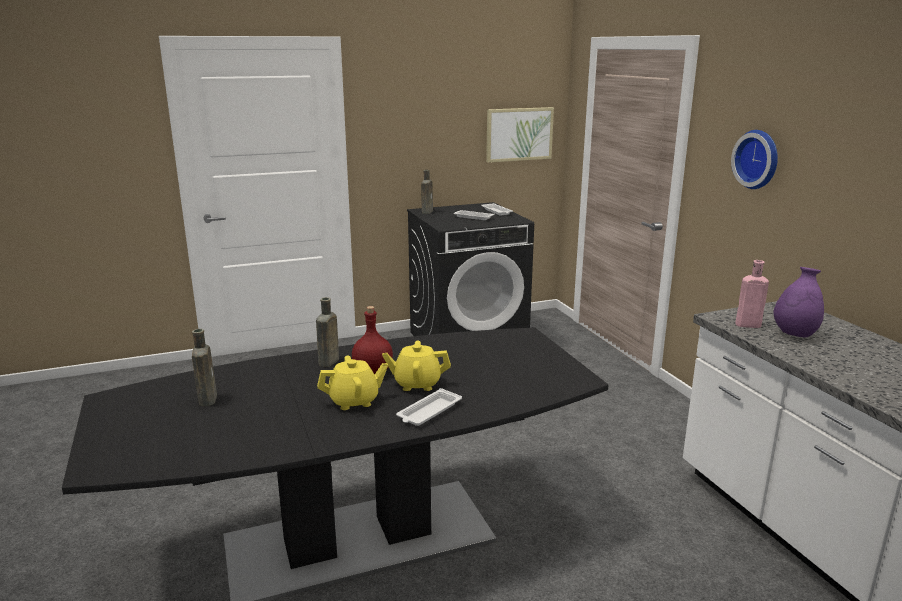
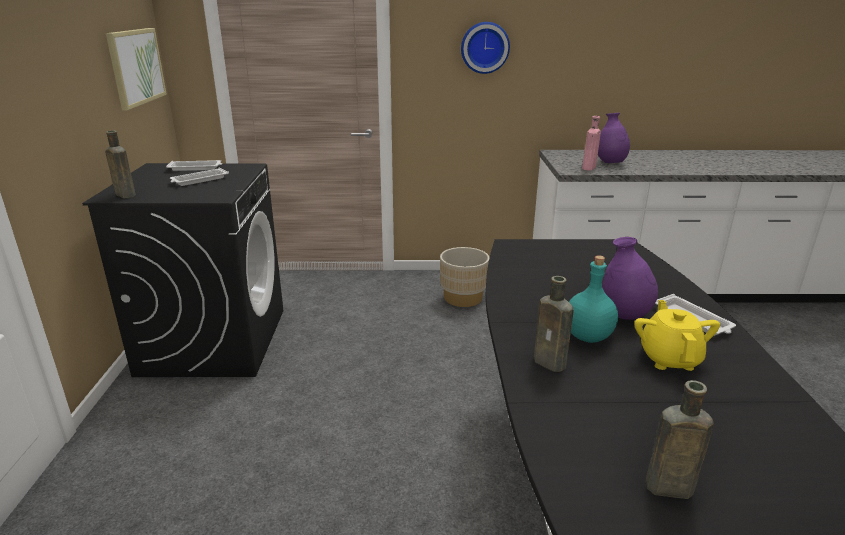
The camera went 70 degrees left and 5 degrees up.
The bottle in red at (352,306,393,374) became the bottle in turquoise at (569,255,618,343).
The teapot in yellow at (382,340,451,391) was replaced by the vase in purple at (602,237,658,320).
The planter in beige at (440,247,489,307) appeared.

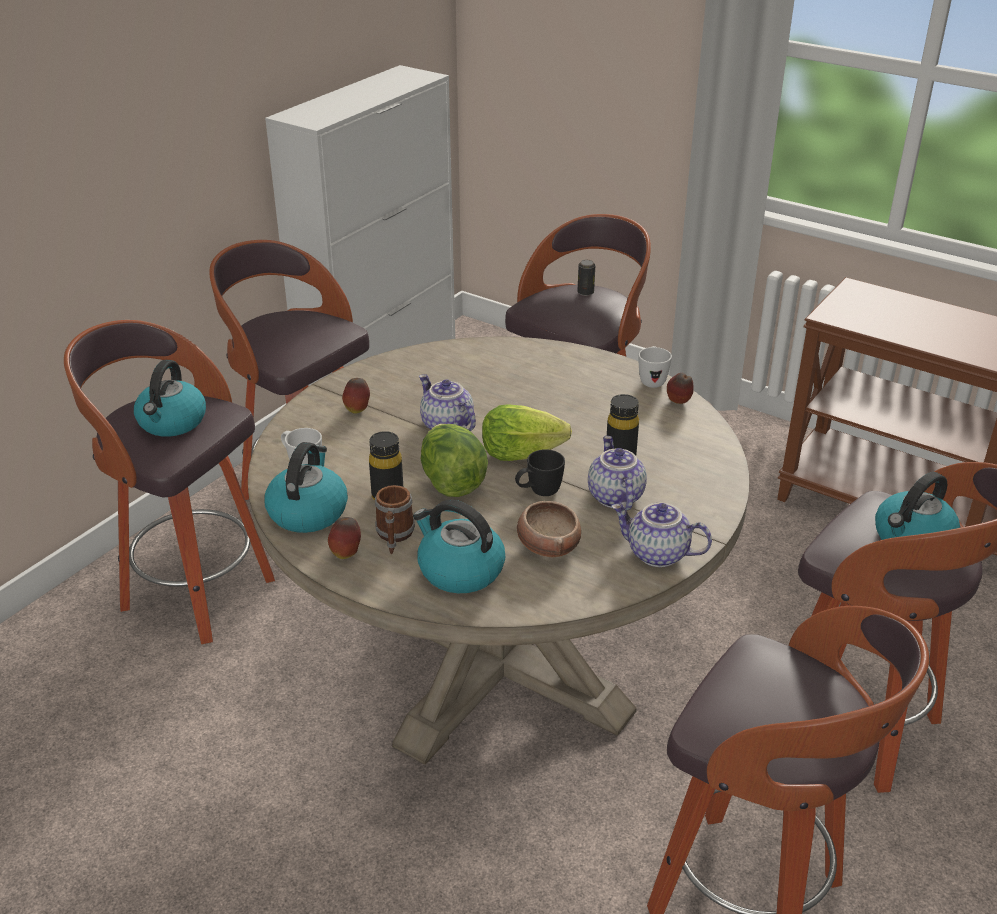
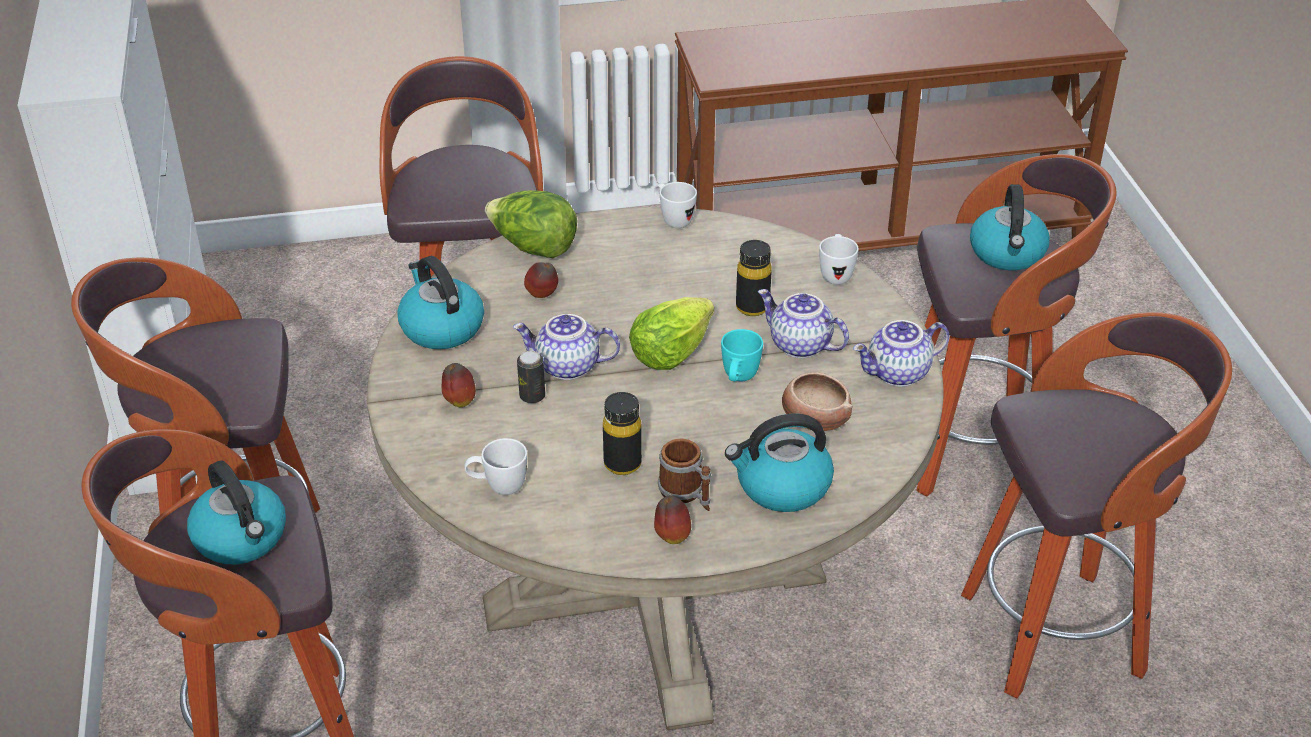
The camera went 45 degrees left and 5 degrees up.
The kettle moved from (264,442,348,533) to (397,256,484,349).
The lettuce moved from (421,424,488,497) to (485,190,577,258).
The mug in black at (515,449,565,496) became the mug in turquoise at (721,329,763,381).
The can moved from (577,260,595,296) to (517,351,545,404).
The apple moved from (667,373,694,404) to (524,262,558,298).
The mug in white at (819,234,859,285) appeared.

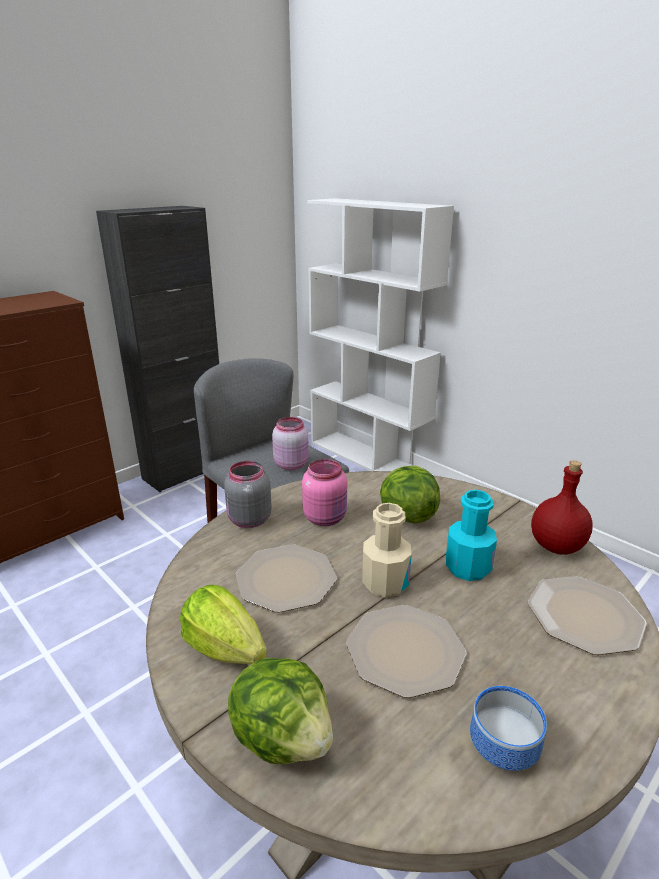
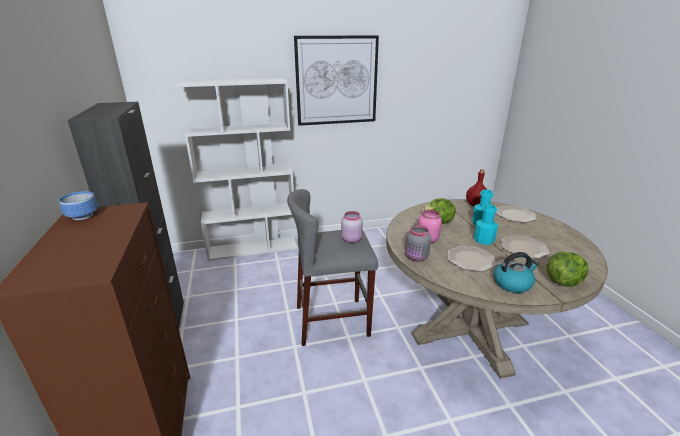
The camera went 60 degrees left and 0 degrees up.
The lettuce at (180,584,267,664) was replaced by the kettle at (493,252,539,293).
The bottle in beige at (362,503,412,598) became the bottle in turquoise at (474,204,498,245).
The bowl moved from (470,686,547,771) to (58,191,98,220).
The picture at (294,35,379,126) appeared.

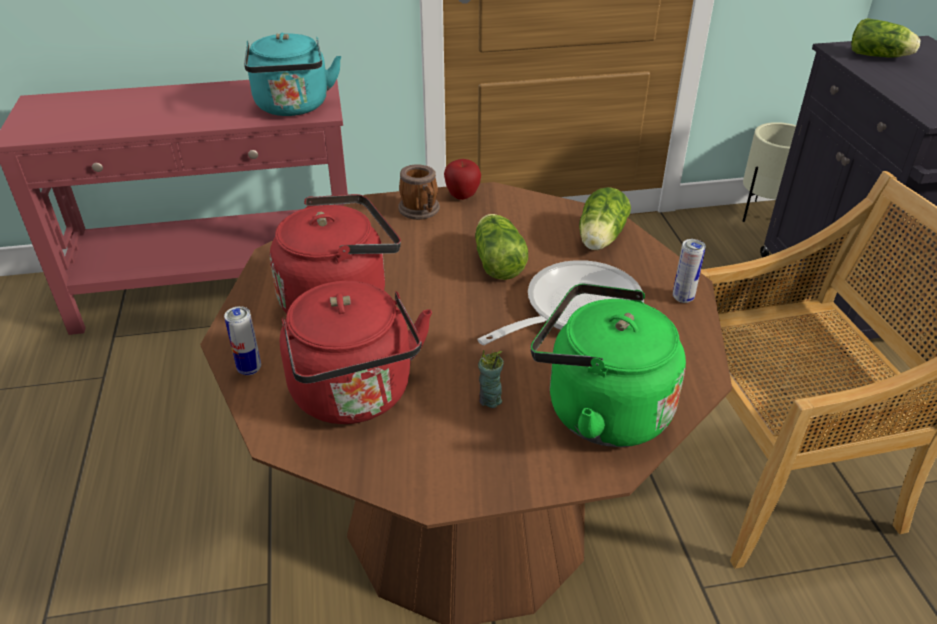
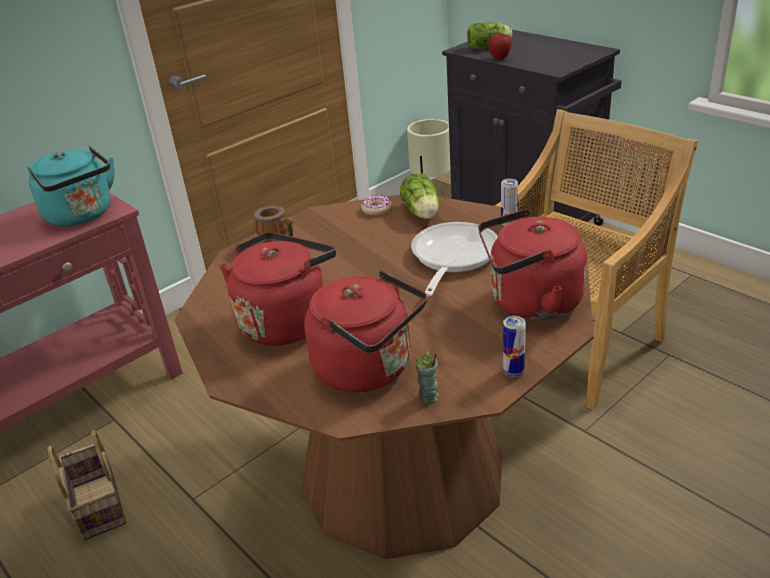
The camera went 30 degrees left and 5 degrees down.
The can moved from (224,306,261,375) to (503,316,526,377).
The apple moved from (444,159,481,200) to (488,34,512,60).
The lettuce at (475,214,528,280) disappeared.
The cup moved from (478,350,504,408) to (416,351,439,404).
The kettle in green at (531,283,686,447) became the kettle in red at (478,209,587,321).
The basket at (47,430,126,540) appeared.
The donut at (361,195,391,215) appeared.

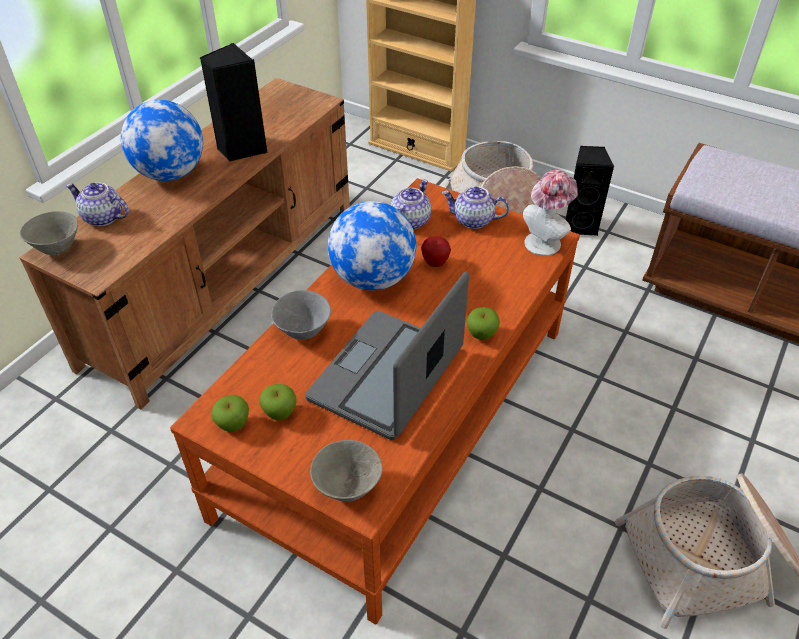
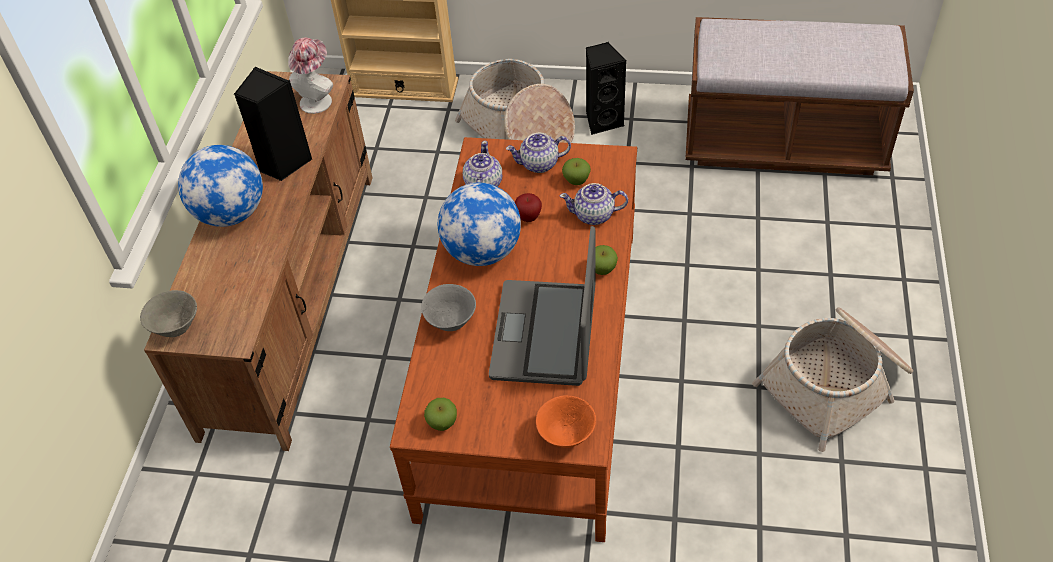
The camera went 20 degrees left and 5 degrees up.
The teapot moved from (66,182,129,226) to (560,183,628,225).
The apple moved from (259,384,297,420) to (562,158,591,185).
The bowl in grey at (310,440,383,502) became the bowl in orange at (536,396,596,448).
The hat moved from (523,170,578,256) to (288,37,333,114).

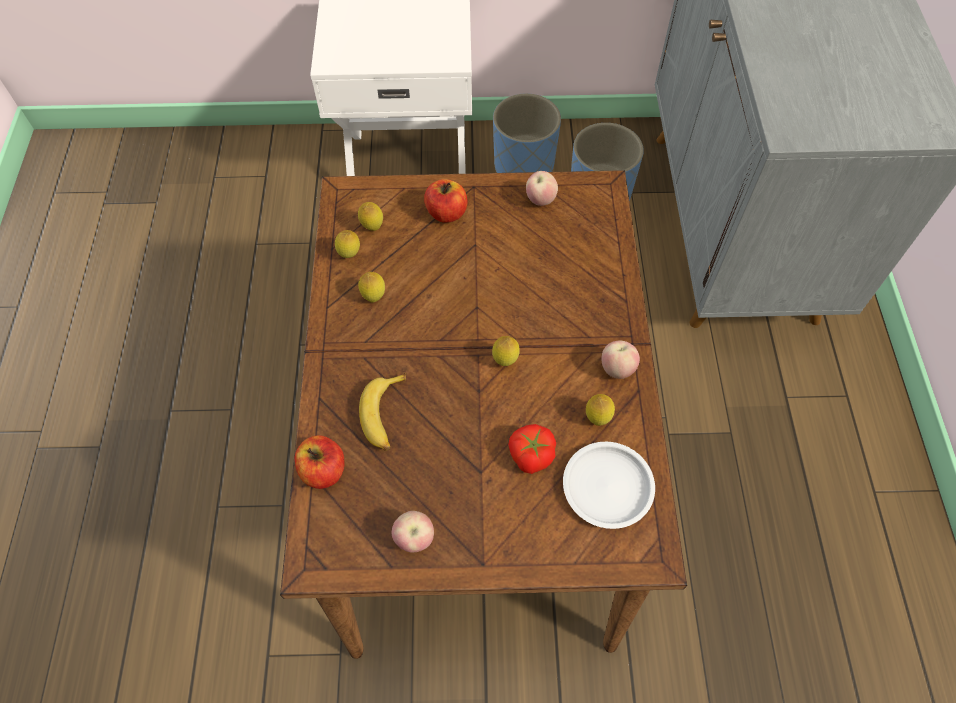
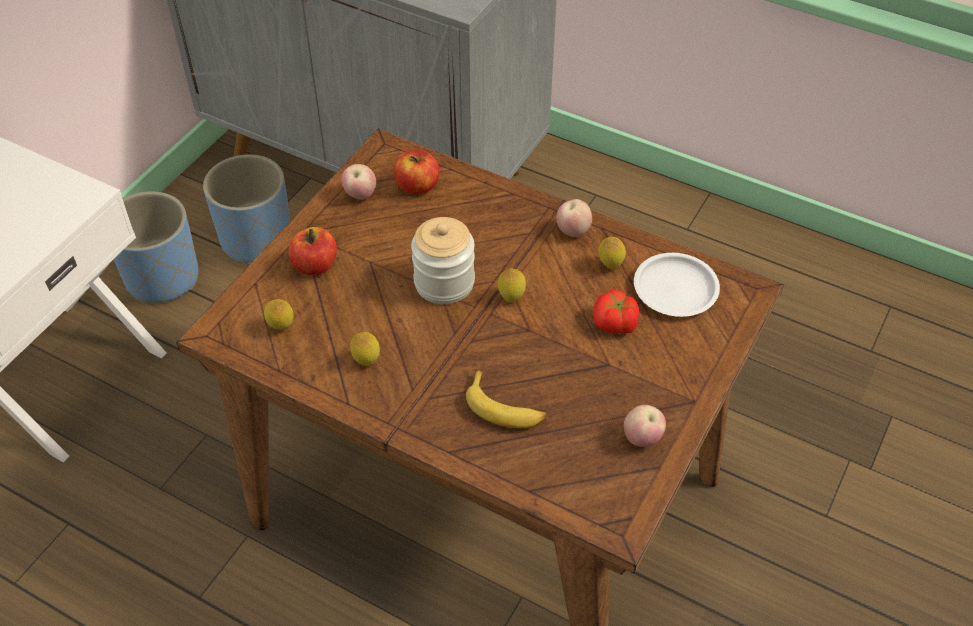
The camera went 60 degrees left and 10 degrees down.
The apple moved from (295,435,345,489) to (394,150,440,194).
The lemon at (335,230,360,258) disappeared.
The jar at (411,217,475,304) appeared.

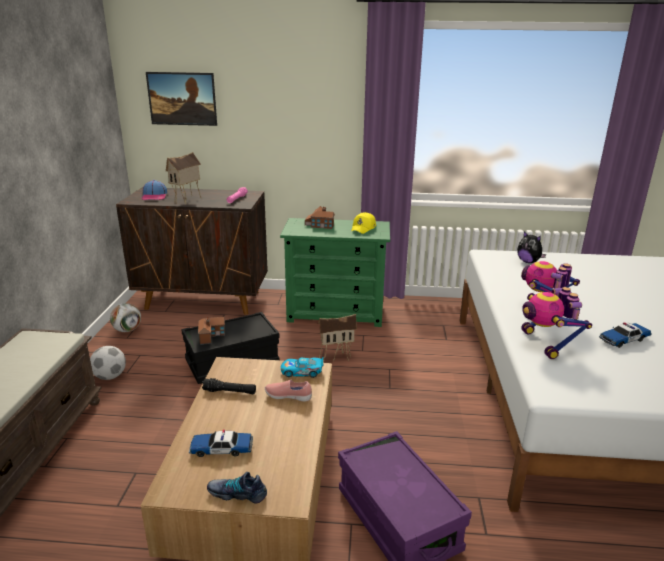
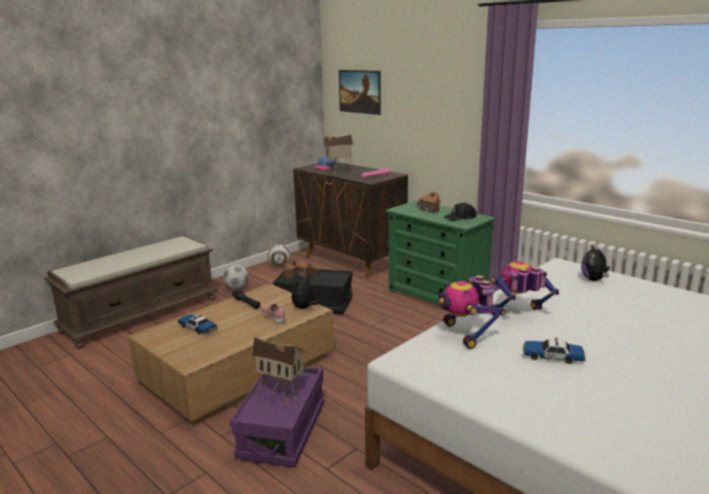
The camera went 40 degrees right and 5 degrees down.
The shoe at (207,472,267,504) disappeared.
The toy car at (281,357,324,378) was replaced by the plush toy at (291,276,320,309).
The toy house moved from (318,314,357,363) to (252,336,304,405).
The cap in yellow at (351,212,376,234) became the cap in black at (444,202,476,221).
The toy robot at (521,287,592,359) turned 45 degrees counterclockwise.

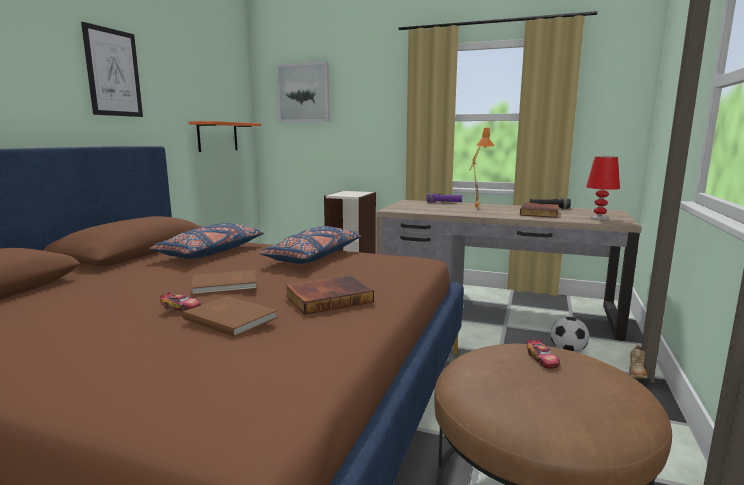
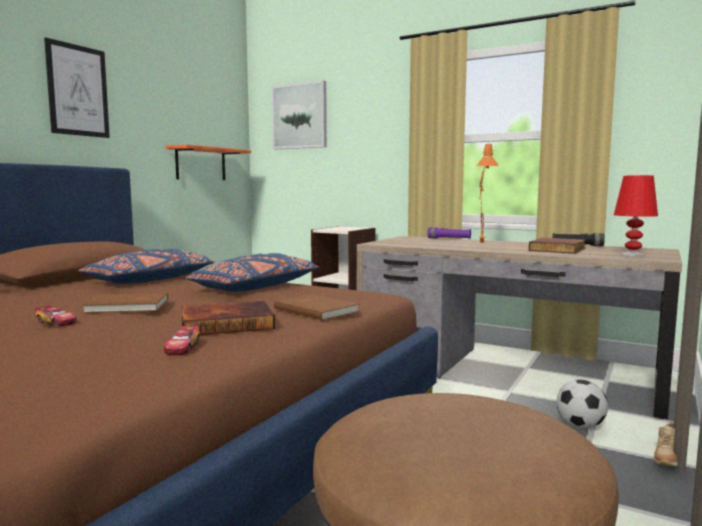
The camera went 10 degrees right and 5 degrees down.
The book in brown moved from (182,296,278,337) to (274,294,360,320).
The toy car moved from (527,339,560,369) to (164,326,200,355).

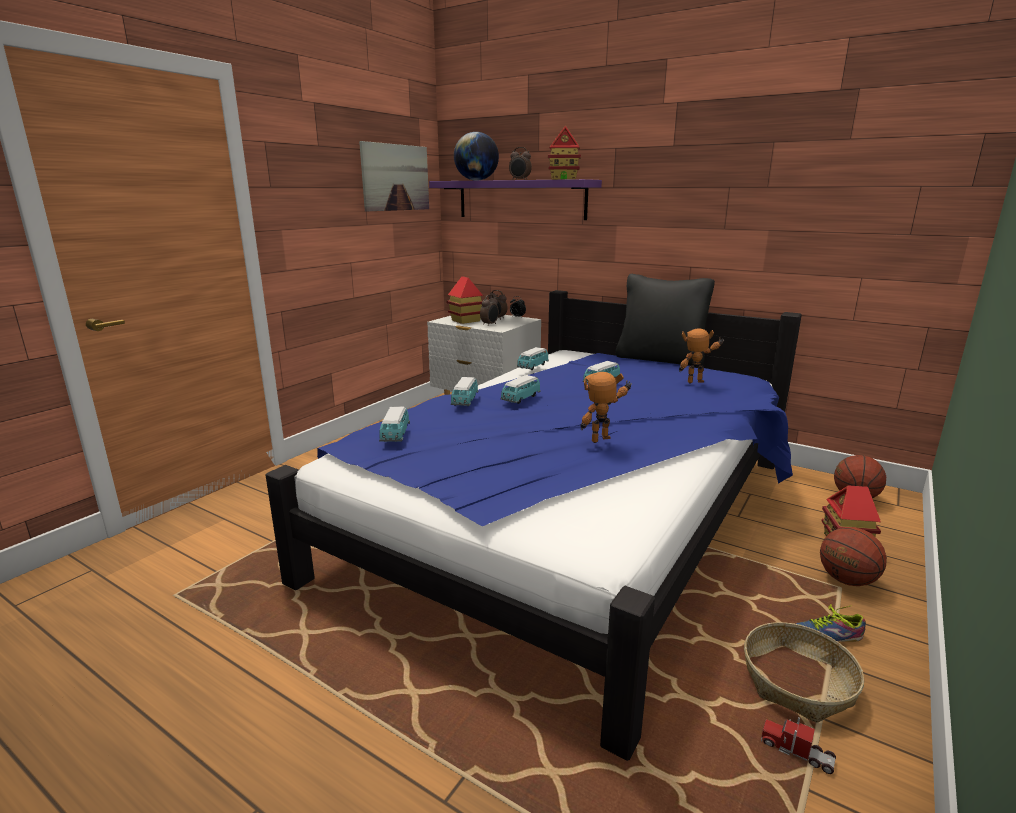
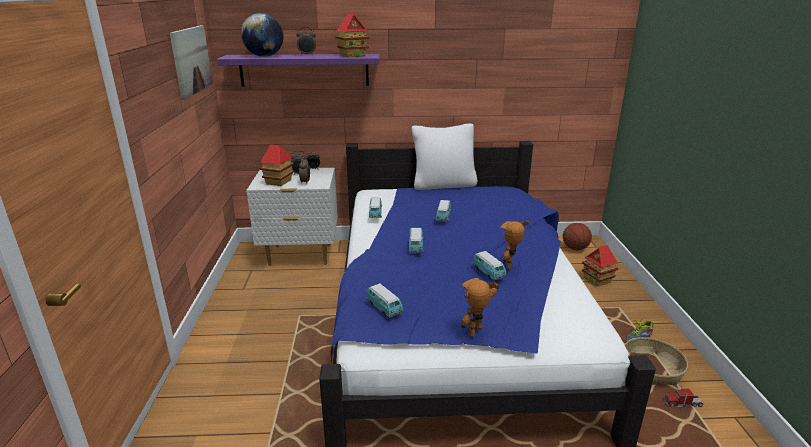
The camera went 35 degrees left and 5 degrees up.
The toy car moved from (451,377,479,406) to (473,251,507,281).
The pillow in black at (615,274,715,366) became the pillow in white at (412,124,477,190).
The toy robot moved from (679,329,724,383) to (461,278,499,336).
The basketball at (820,527,887,586) disappeared.

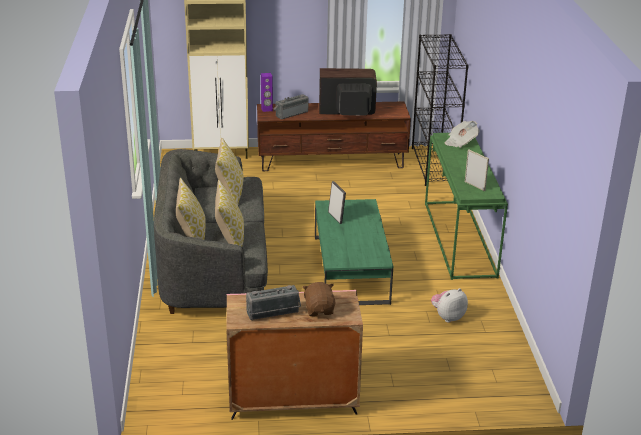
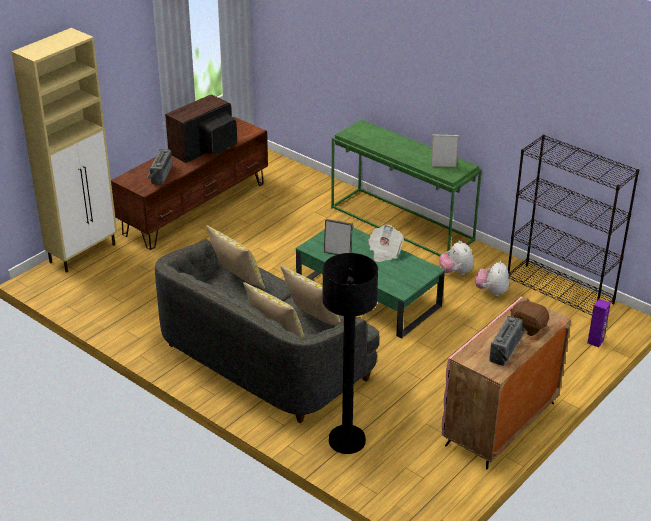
The camera went 45 degrees left and 5 degrees up.
The speaker in purple moved from (261,73,273,112) to (587,299,611,347).
The bookcase in black moved from (412,34,469,186) to (508,135,639,315).
The newspaper moved from (445,121,480,148) to (368,225,404,262).
The floor lamp in black at (322,253,378,454) appeared.
The plush toy at (439,241,474,275) appeared.

